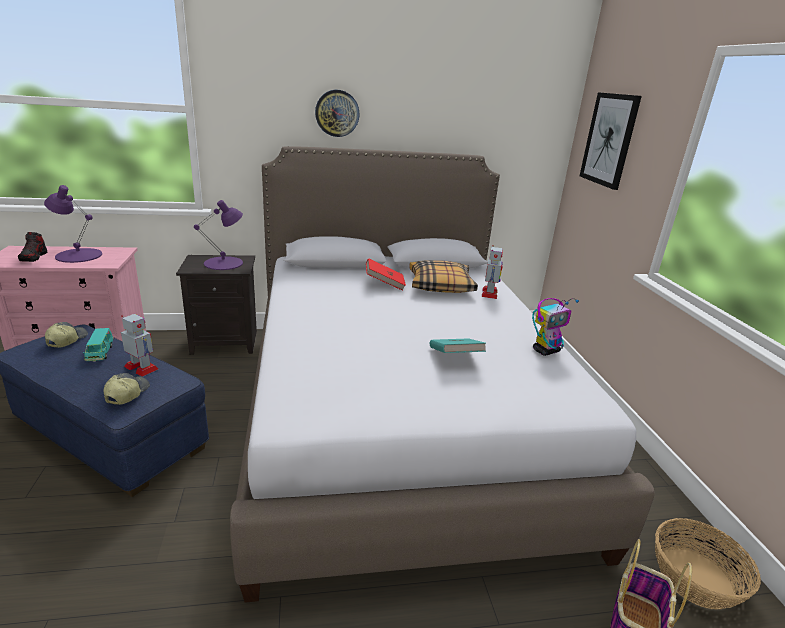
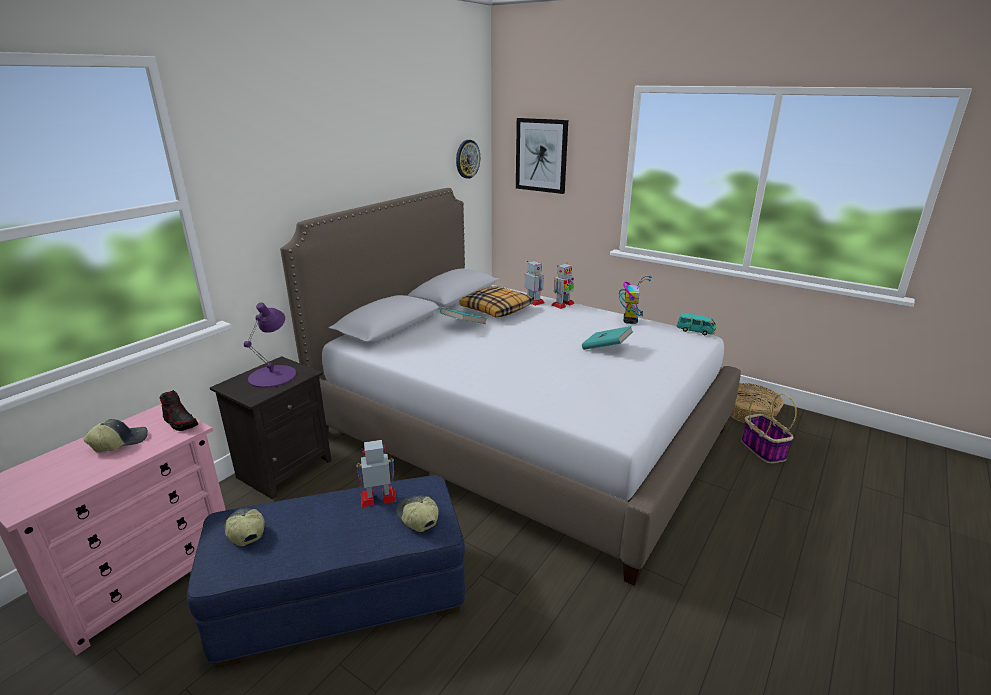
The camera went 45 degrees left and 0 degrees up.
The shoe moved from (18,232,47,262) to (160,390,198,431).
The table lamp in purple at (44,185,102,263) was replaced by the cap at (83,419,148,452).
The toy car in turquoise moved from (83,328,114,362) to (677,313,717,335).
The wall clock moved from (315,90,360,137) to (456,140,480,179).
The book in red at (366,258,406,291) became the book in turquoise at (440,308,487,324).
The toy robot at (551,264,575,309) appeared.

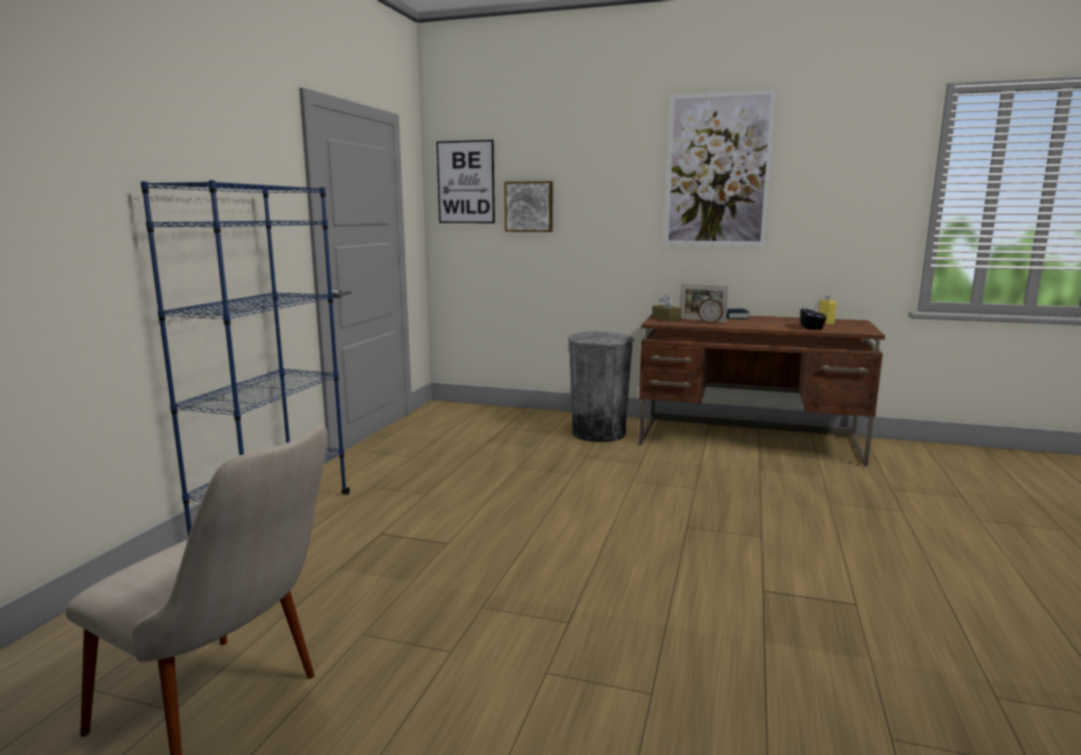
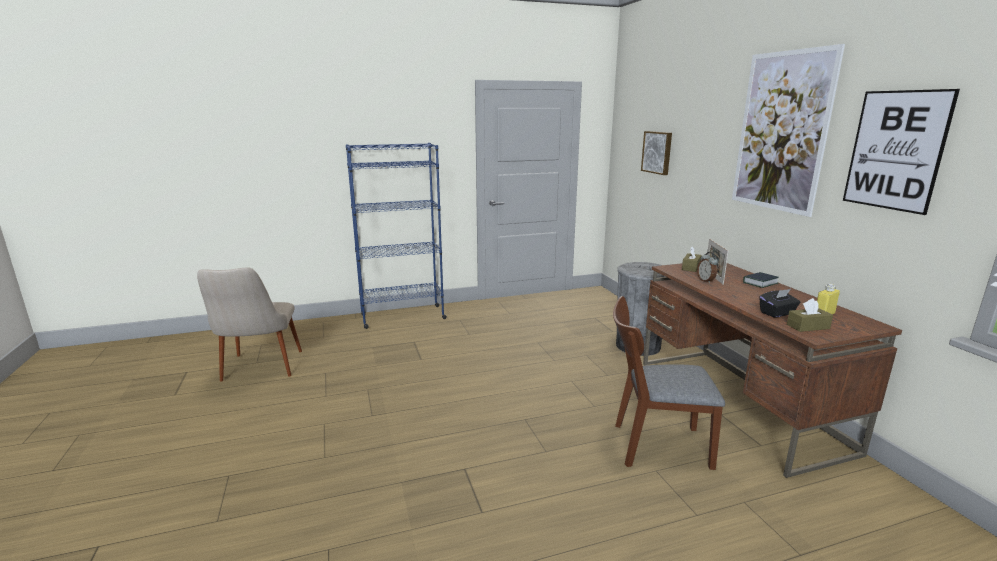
The camera went 55 degrees right and 5 degrees up.
The picture moved from (436,140,495,223) to (843,89,960,215).
The chair in brown at (613,296,725,470) appeared.
The tissue box in brown at (787,298,833,332) appeared.

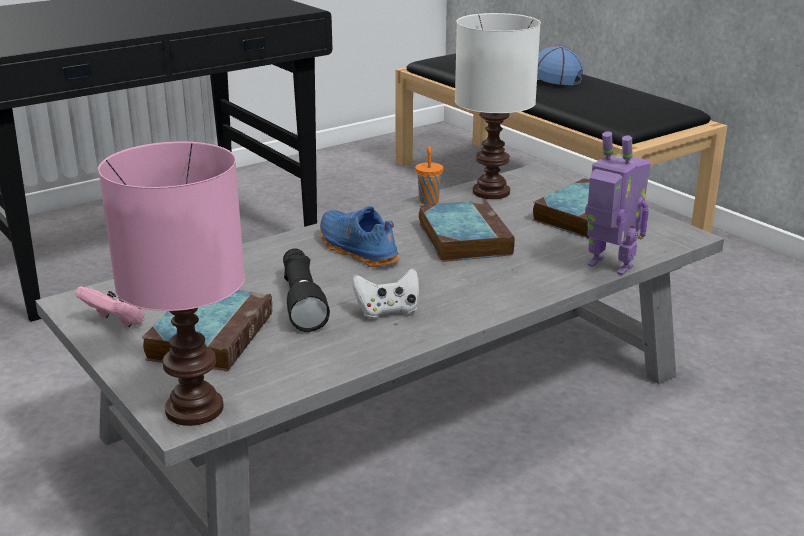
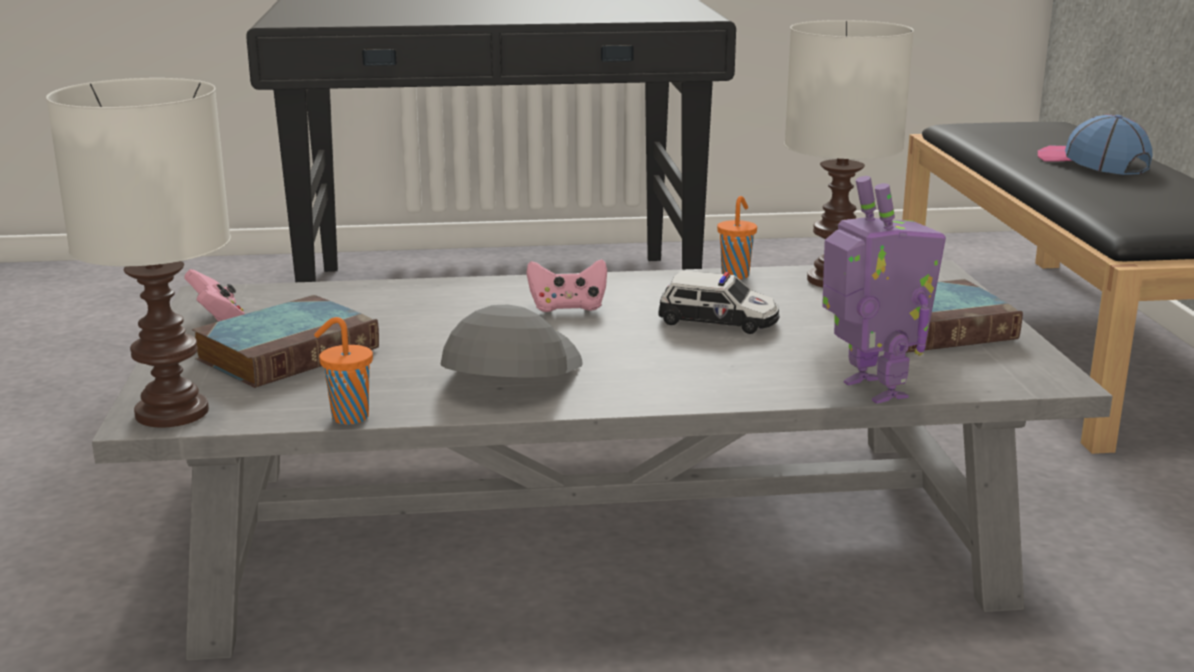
The camera went 30 degrees right and 5 degrees down.
The table lamp in pink at (98,141,245,426) became the table lamp in white at (46,78,231,428).
The flashlight in black at (283,249,330,332) disappeared.
The shoe in blue at (320,206,400,267) was replaced by the game controller in pink at (526,259,607,312).
The game controller in white at (352,268,419,318) was replaced by the cap in grey at (441,305,583,377).
The book at (419,200,515,262) was replaced by the toy car at (659,271,779,334).
The cup in orange at (314,317,373,425) appeared.

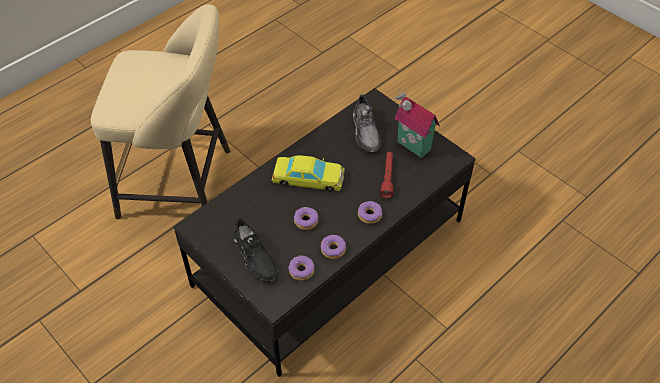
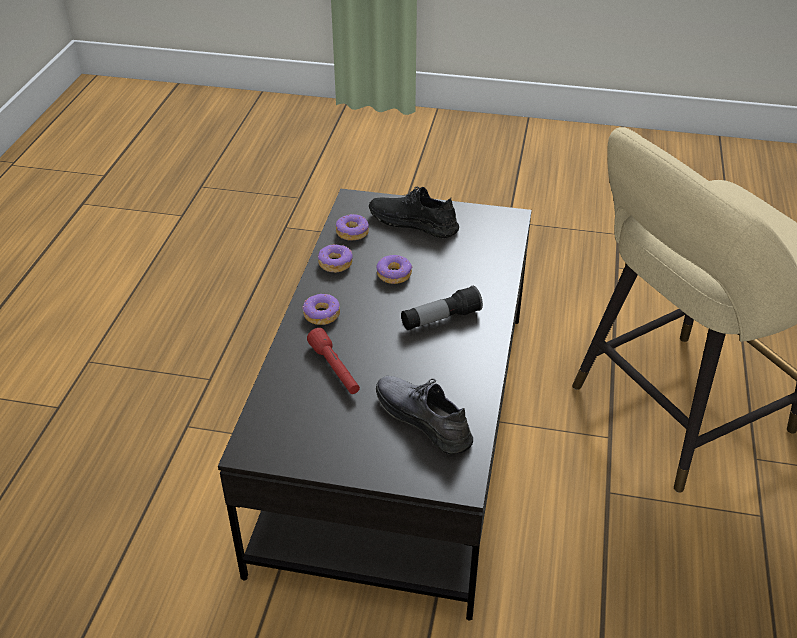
The camera went 145 degrees right and 10 degrees down.
The toy car in yellow at (271,155,345,192) was replaced by the flashlight at (401,286,483,330).
The toy house at (395,89,440,158) disappeared.

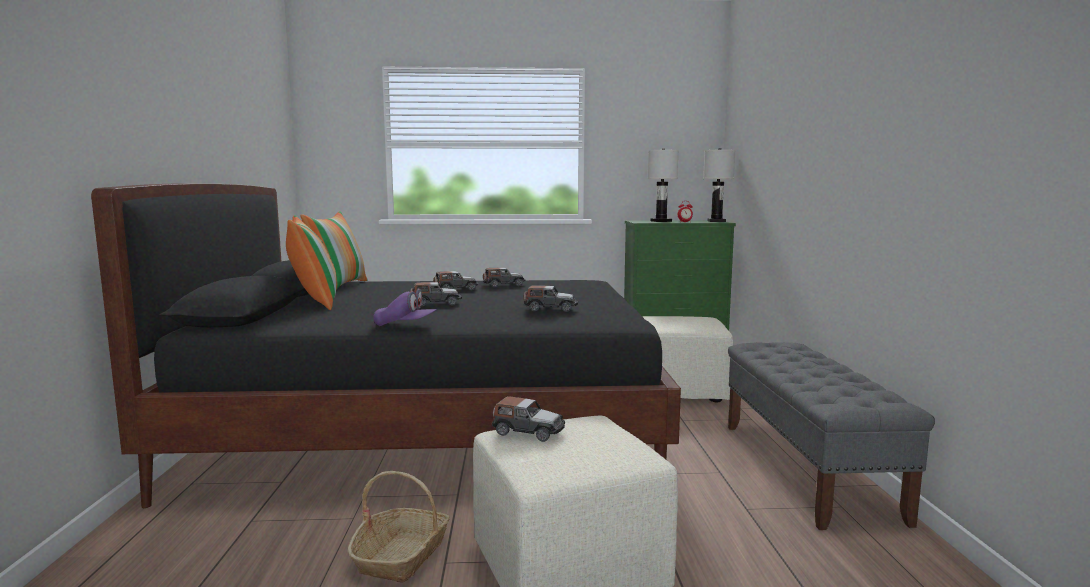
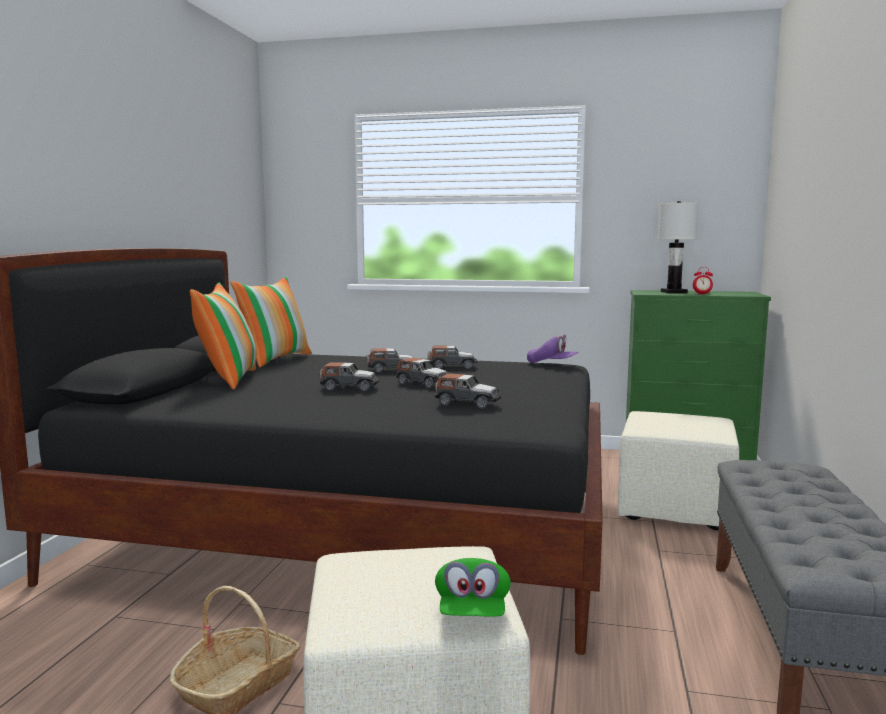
The camera went 15 degrees right and 0 degrees up.
The cap in purple moved from (373,289,436,326) to (527,335,579,364).
The toy car moved from (492,396,565,442) to (396,358,450,389).
The table lamp in white at (703,149,735,222) disappeared.
The cap in green at (435,558,511,617) appeared.

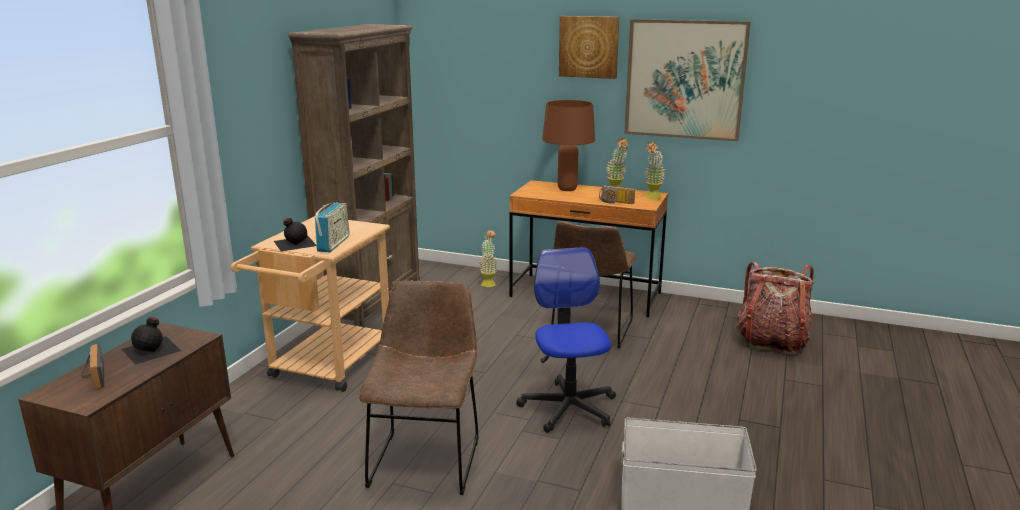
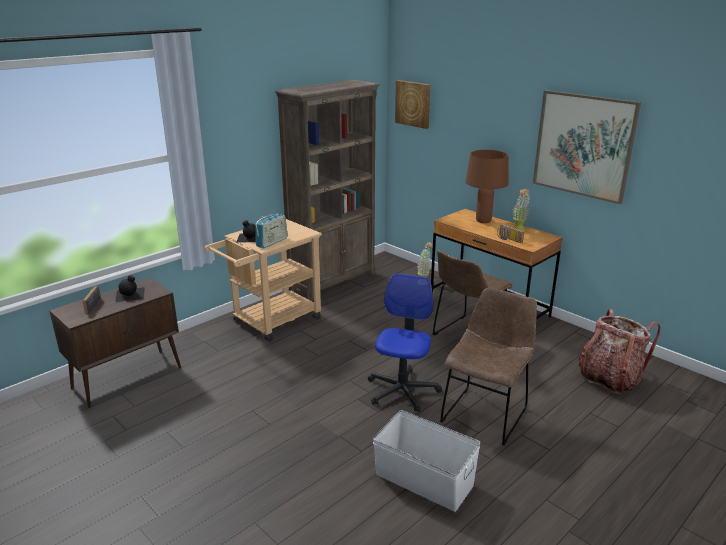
The camera went 25 degrees right and 5 degrees up.
The chair in brown moved from (359,280,479,495) to (440,288,537,445).
The picture moved from (559,16,619,79) to (395,80,430,129).
The potted plant at (645,142,666,199) disappeared.

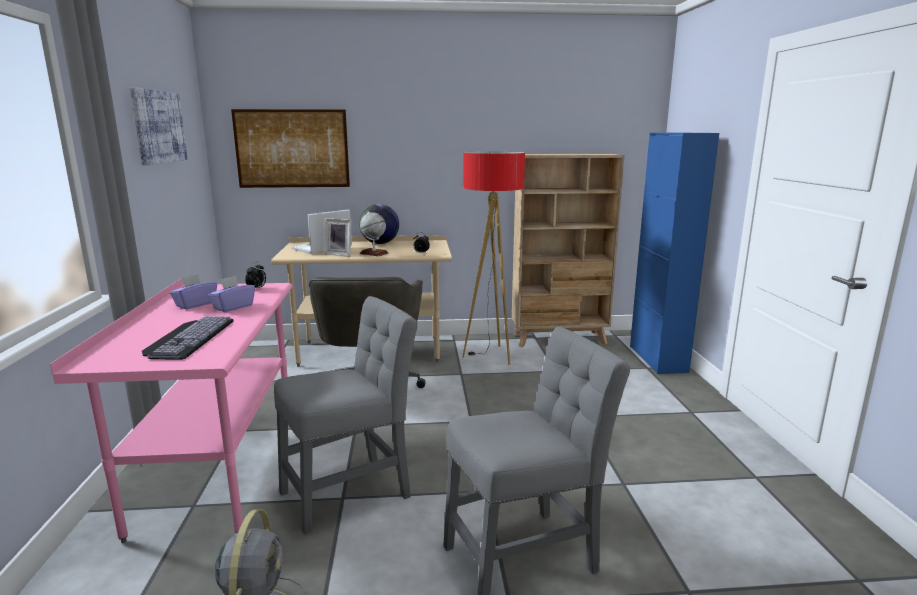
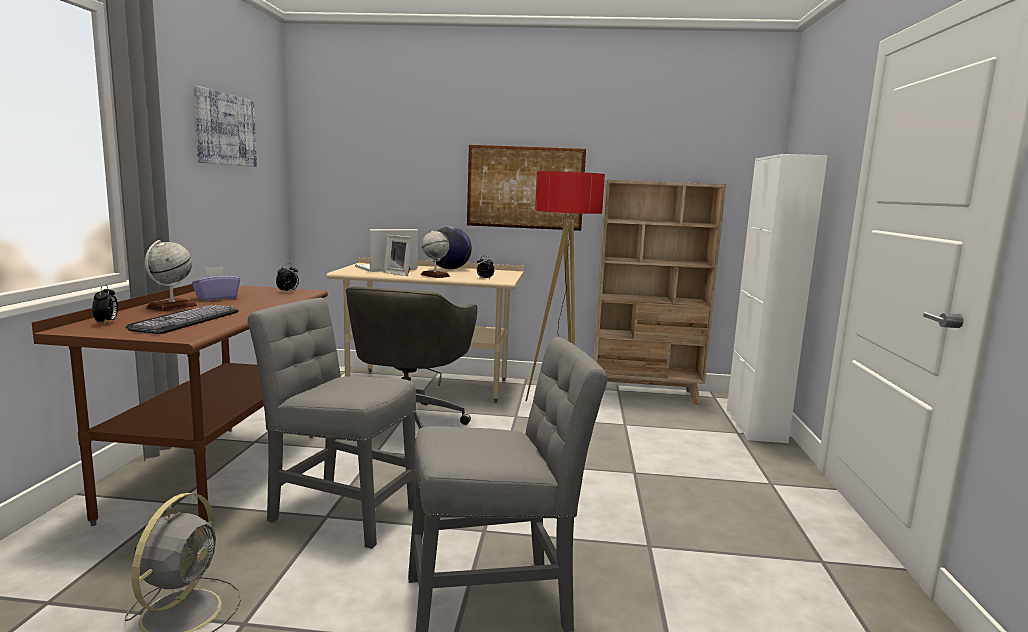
The camera went 10 degrees right and 5 degrees down.
The desk in pink at (50,278,292,543) became the desk in brown at (32,284,328,526).
The tissue box in purple at (208,276,255,312) disappeared.
The picture moved from (231,109,350,188) to (467,145,586,231).
The chair in grey at (274,296,417,535) turned 135 degrees counterclockwise.
The cabinet in blue at (630,132,719,374) became the cabinet in white at (727,154,828,443).
The alarm clock at (92,285,118,324) appeared.
The globe at (145,240,197,311) appeared.

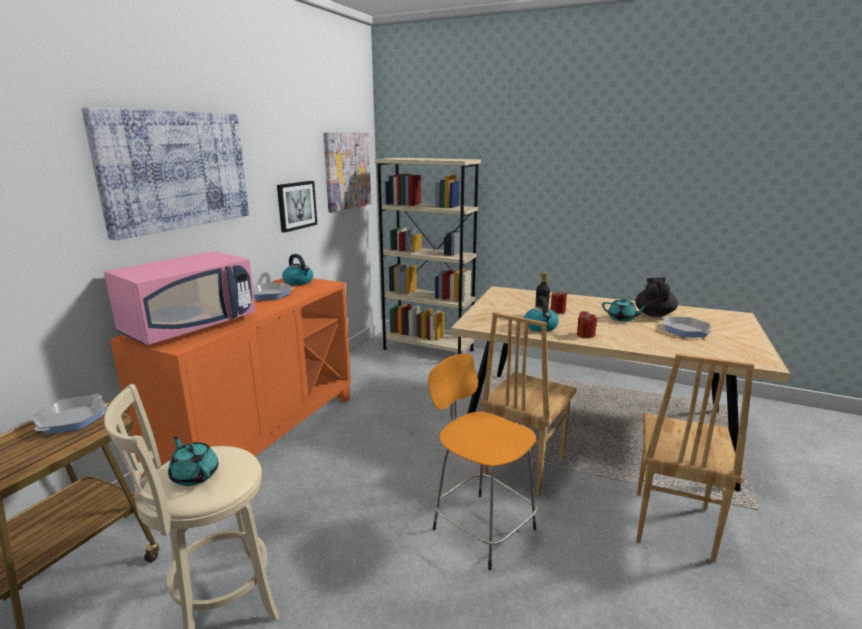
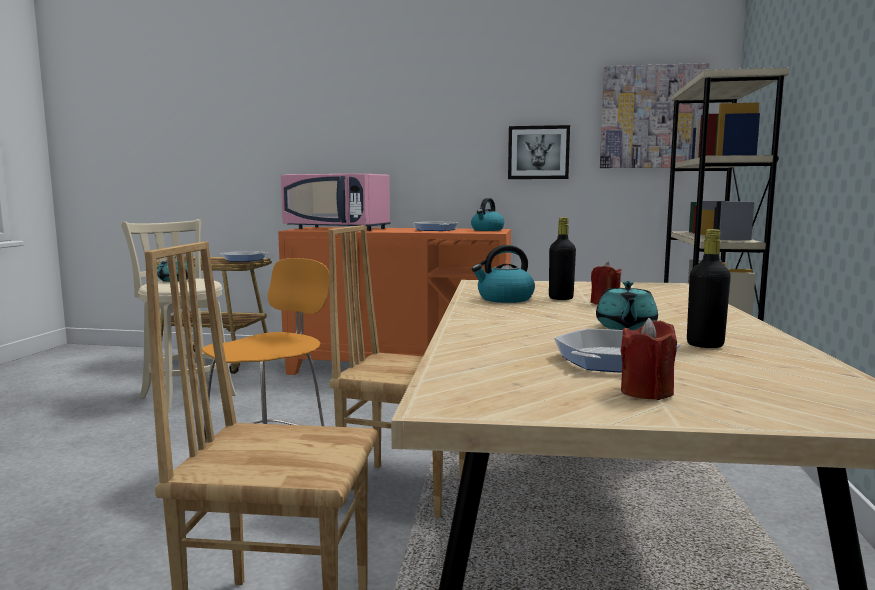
The camera went 75 degrees right and 10 degrees down.
The picture at (81,107,249,240) disappeared.
The candle in red moved from (577,311,597,338) to (620,318,677,400).
The teapot in black at (635,278,678,317) was replaced by the bottle in black at (687,229,731,348).

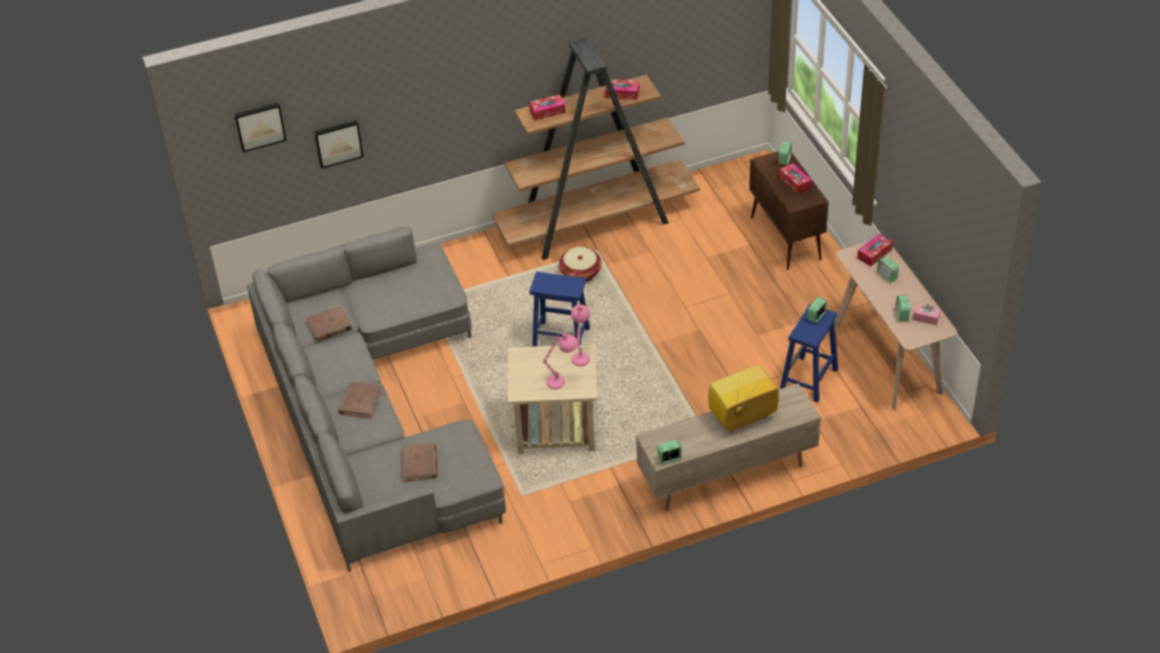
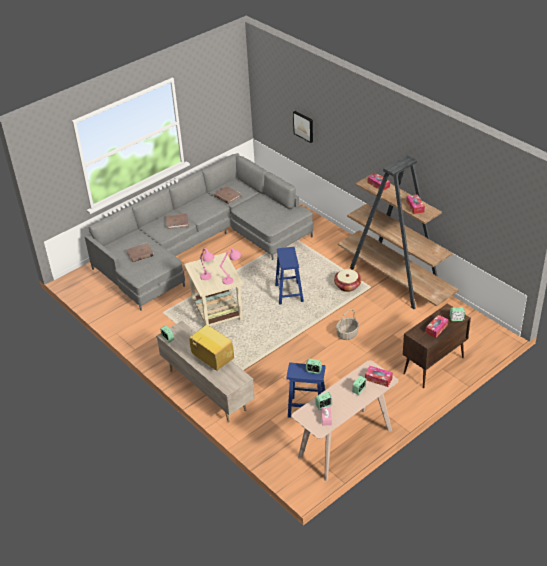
The camera went 70 degrees right and 5 degrees down.
The picture at (234,103,287,152) disappeared.
The basket at (336,309,359,340) appeared.

